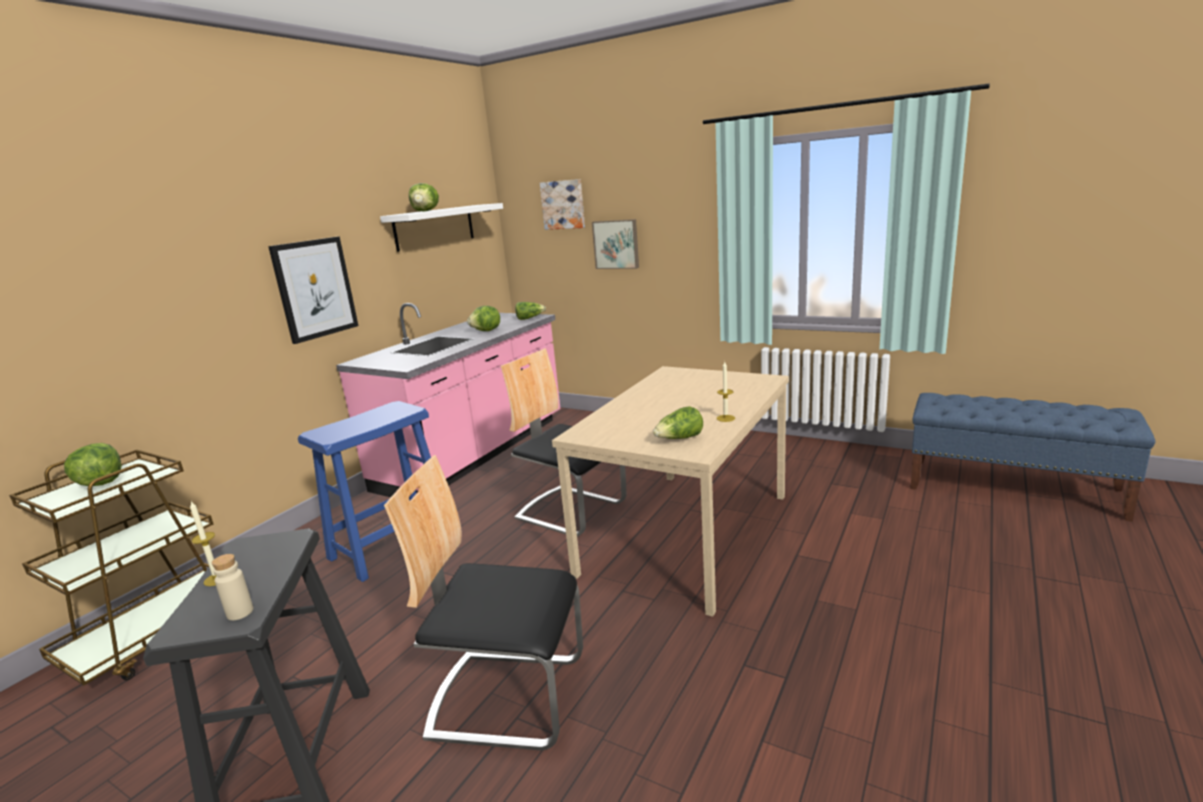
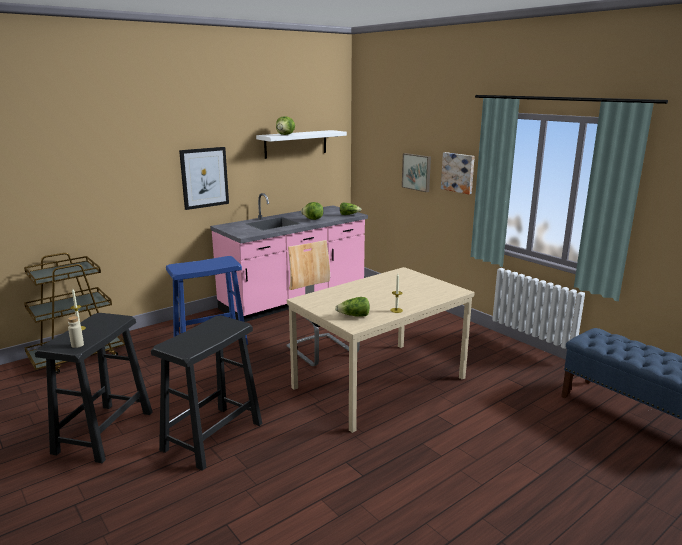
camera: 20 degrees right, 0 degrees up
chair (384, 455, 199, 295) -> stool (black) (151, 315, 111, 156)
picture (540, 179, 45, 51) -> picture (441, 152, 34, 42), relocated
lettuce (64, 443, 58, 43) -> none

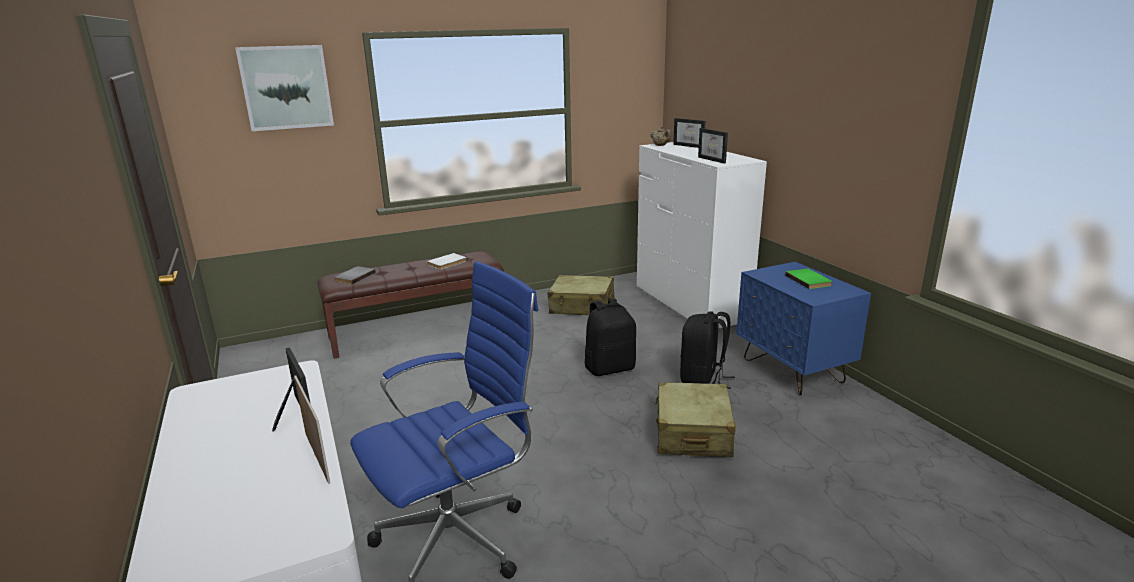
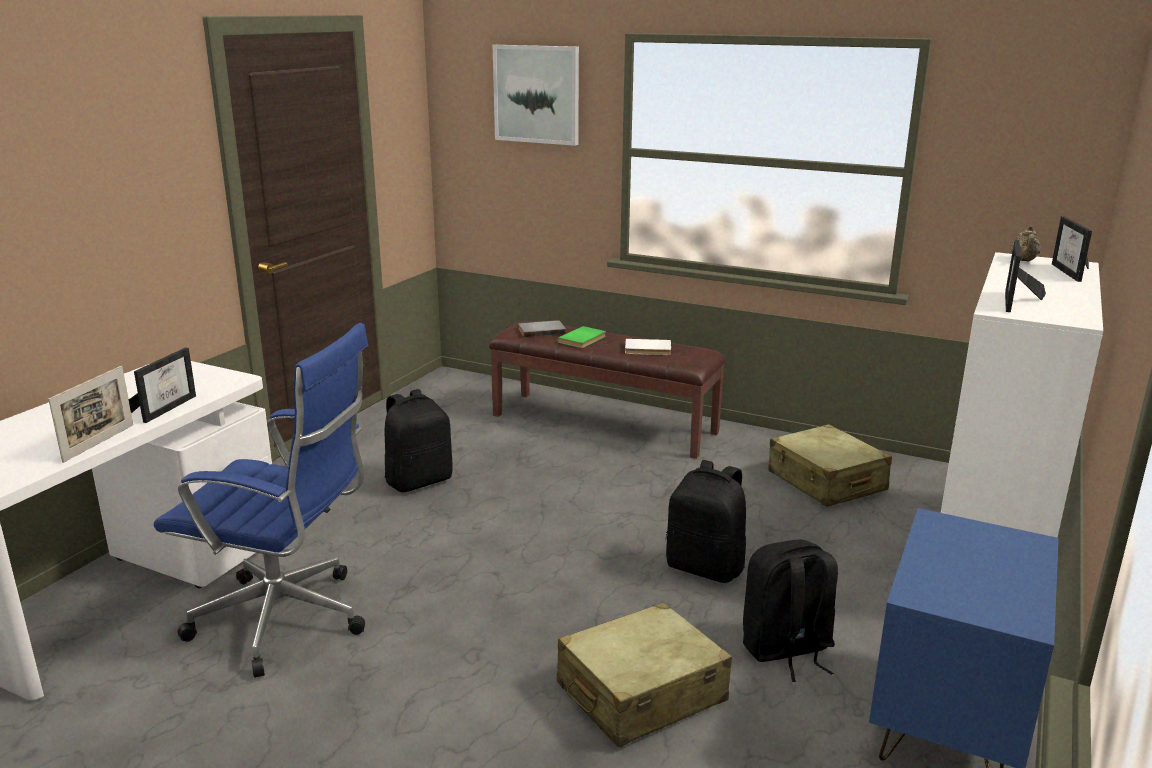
camera: 50 degrees right, 0 degrees up
none -> backpack (black) (385, 389, 68, 103)
book (green) (785, 268, 47, 21) -> book (green) (558, 326, 48, 22), relocated

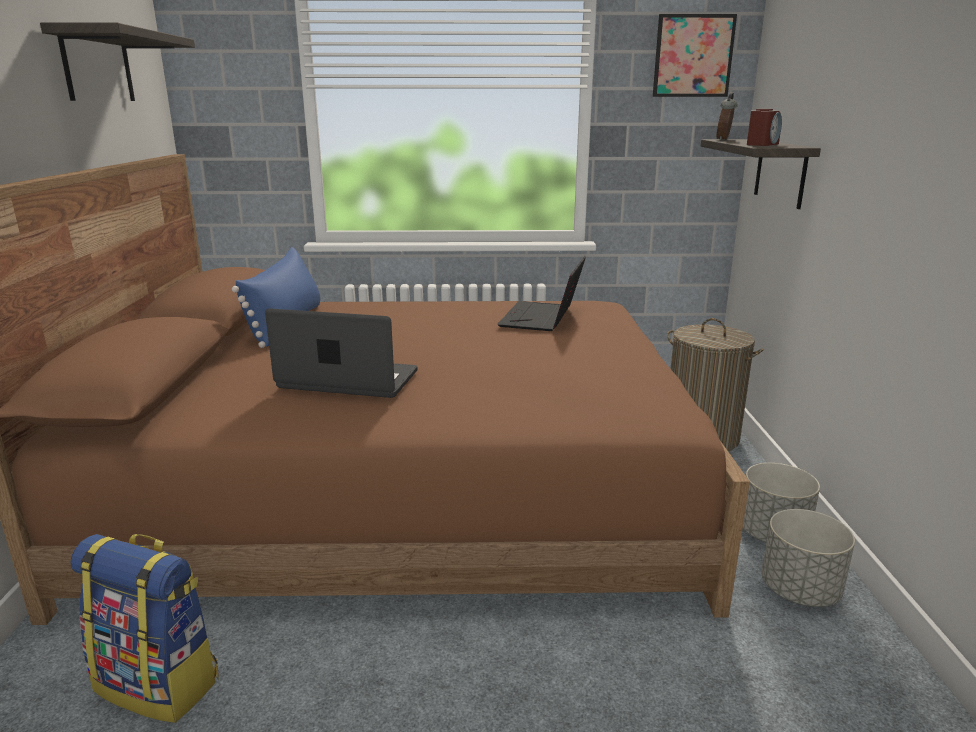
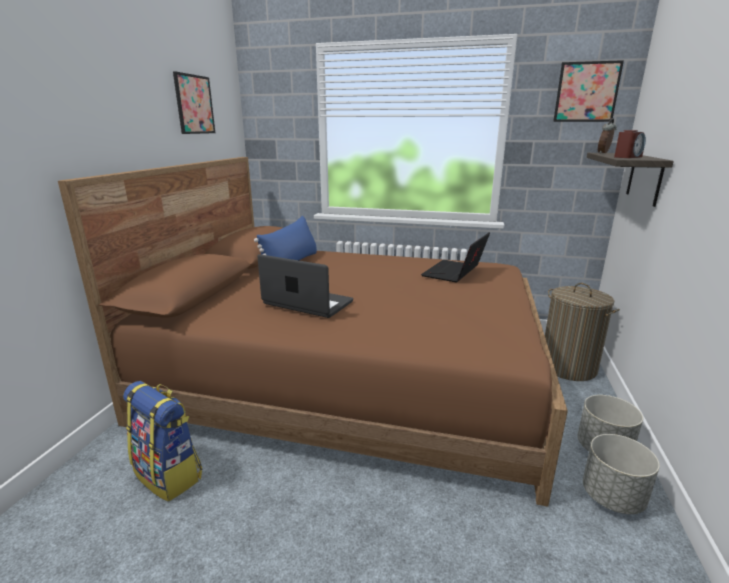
camera: 15 degrees right, 0 degrees up
shelf (40, 22, 155, 79) -> picture (173, 71, 42, 63)

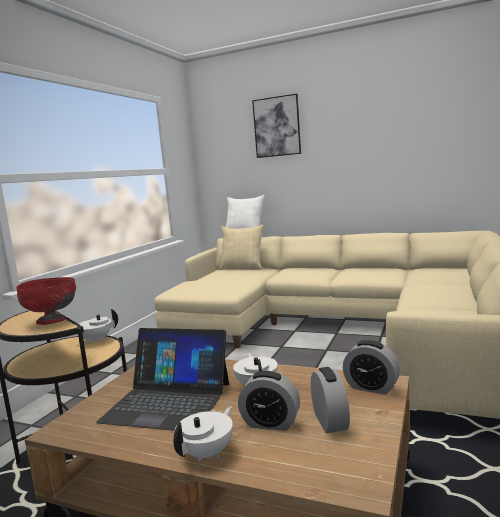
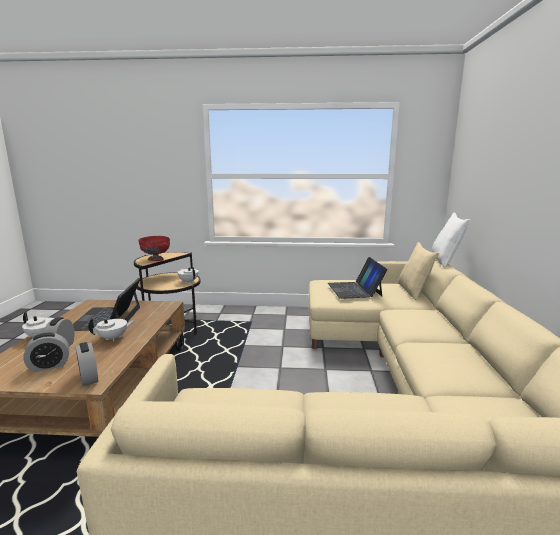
camera: 70 degrees right, 5 degrees up
alarm clock (343, 340, 57, 55) -> alarm clock (76, 342, 22, 44), 45 degrees counterclockwise
none -> laptop (328, 257, 59, 42)
picture (252, 93, 49, 65) -> none

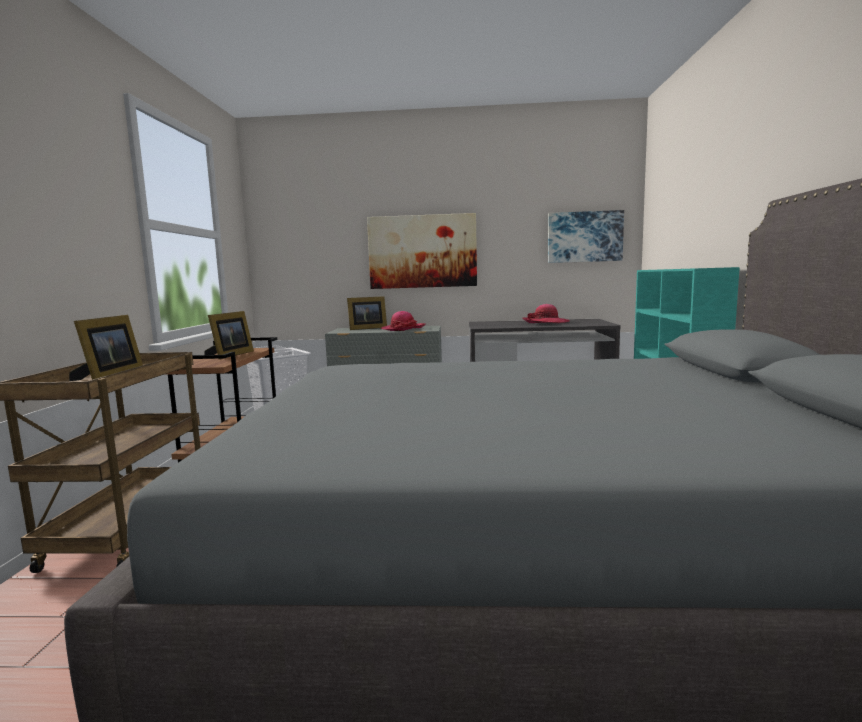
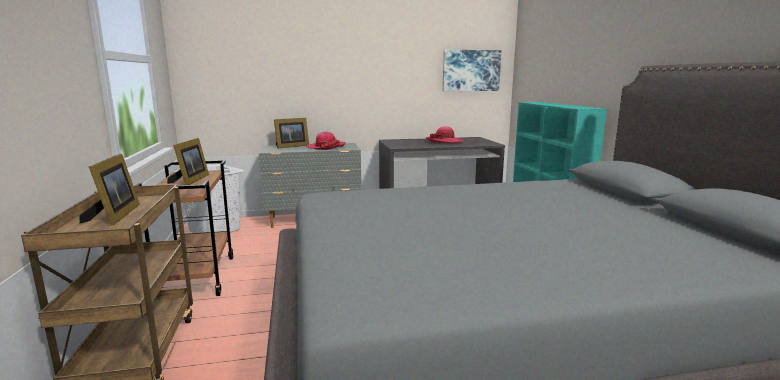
camera: 15 degrees left, 5 degrees up
picture (367, 213, 110, 76) -> none

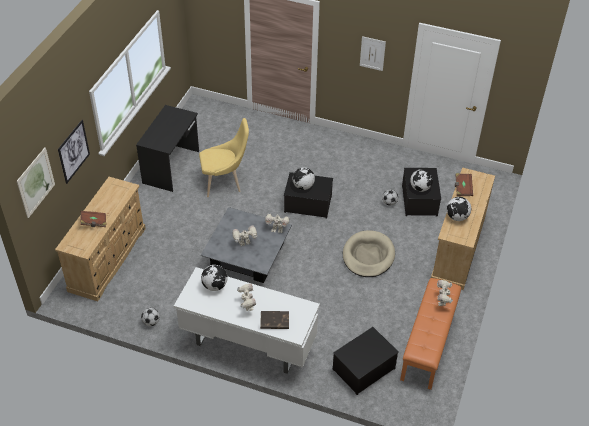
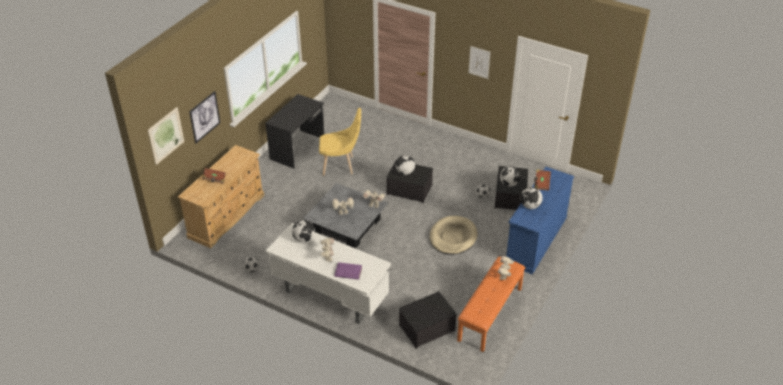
camera: 10 degrees right, 5 degrees down
book (brown) (260, 311, 29, 18) -> book (purple) (334, 262, 28, 18)
dresser (beige) (431, 167, 64, 123) -> dresser (blue) (506, 167, 68, 107)

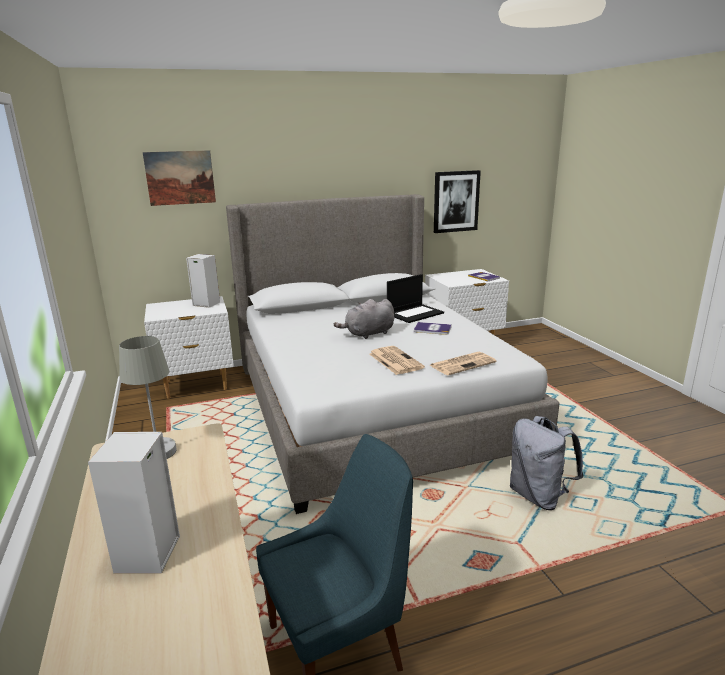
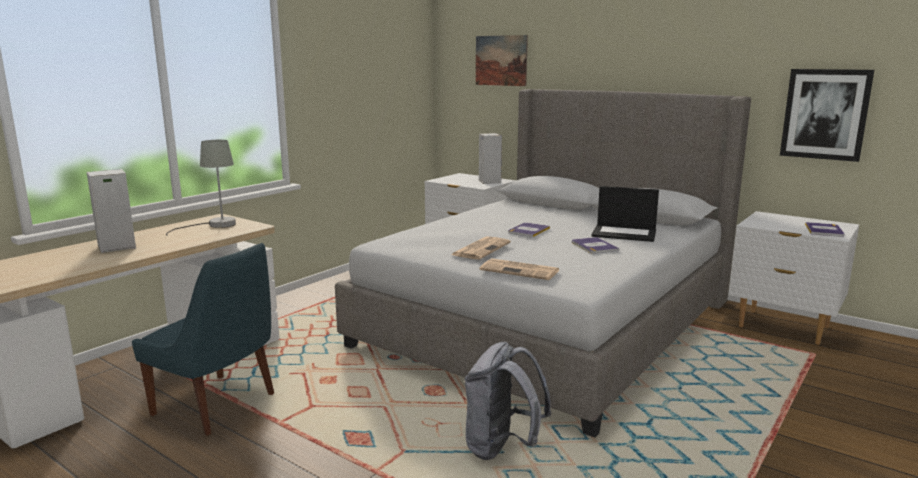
camera: 55 degrees right, 5 degrees down
plush toy (grey) (334, 299, 60, 40) -> book (508, 223, 42, 14)

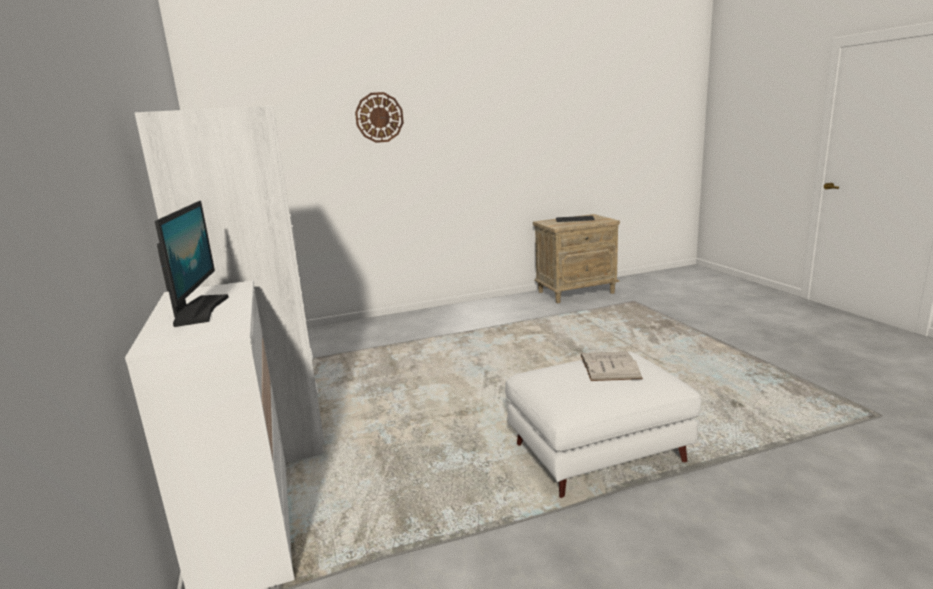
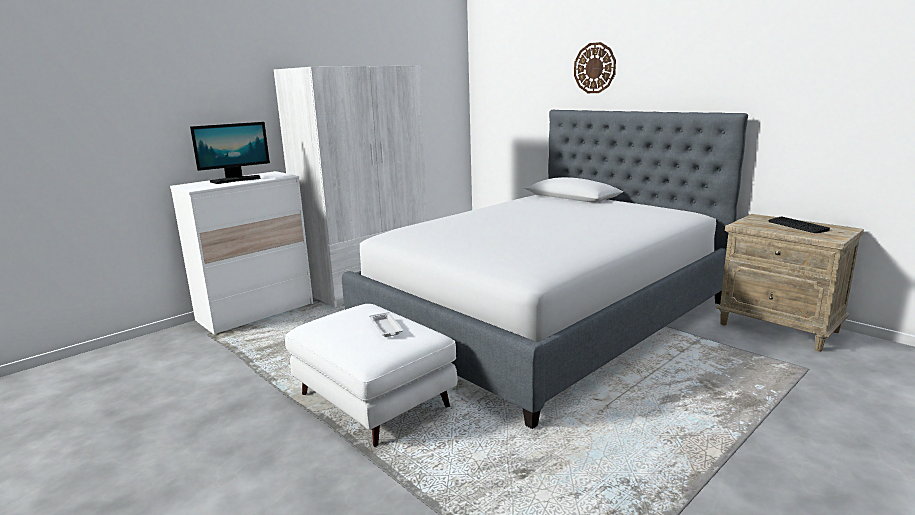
camera: 65 degrees right, 0 degrees up
none -> bed (342, 110, 406, 319)
book (white) (580, 352, 63, 29) -> tray (white) (369, 312, 34, 25)

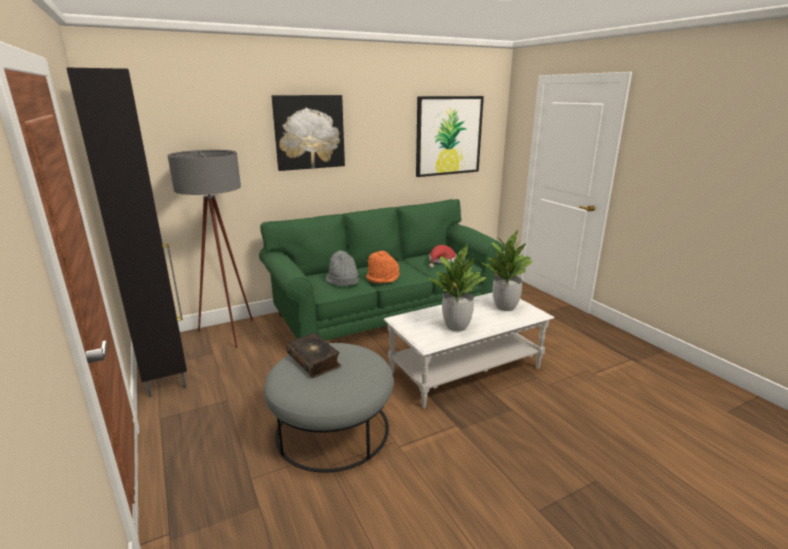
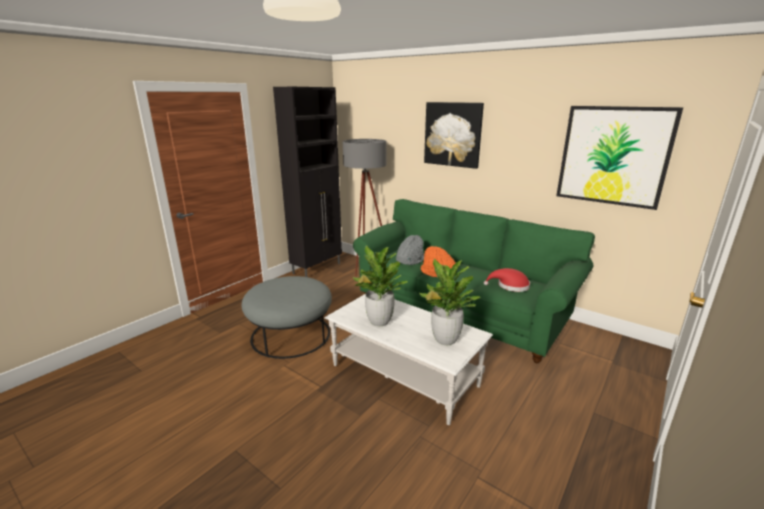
camera: 65 degrees right, 0 degrees up
book (286, 333, 55, 45) -> none

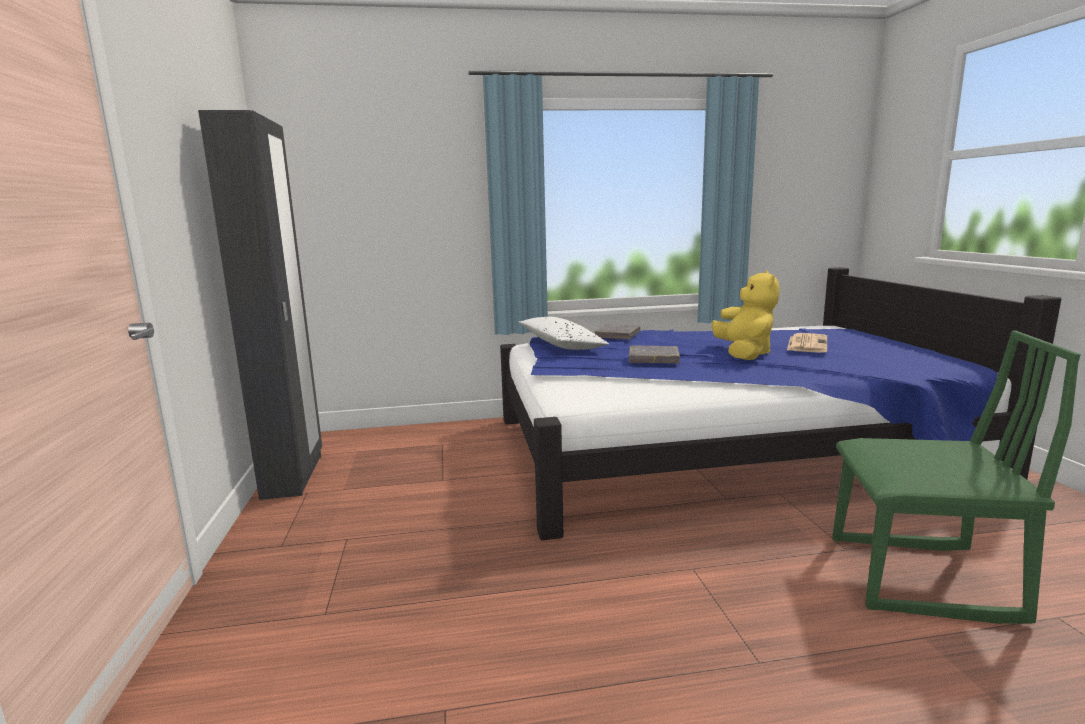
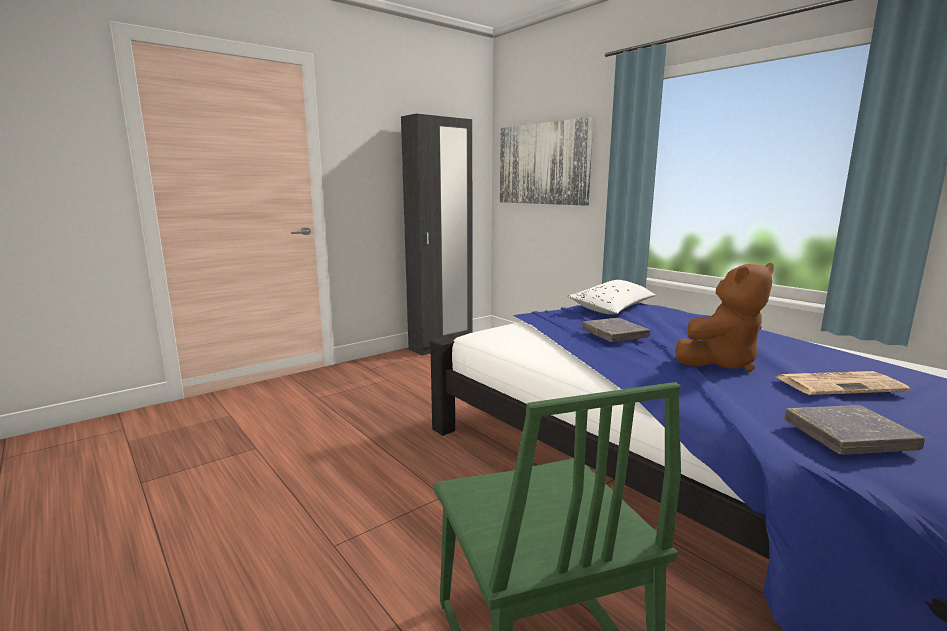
camera: 60 degrees right, 0 degrees up
none -> picture (500, 117, 93, 89)
plush toy (yellow) (712, 270, 68, 90) -> plush toy (brown) (675, 263, 99, 109)
book (grey) (594, 324, 46, 16) -> book (grey) (784, 405, 141, 50), relocated

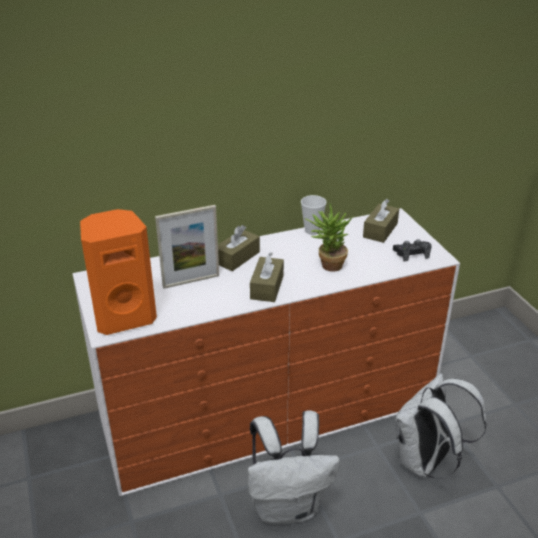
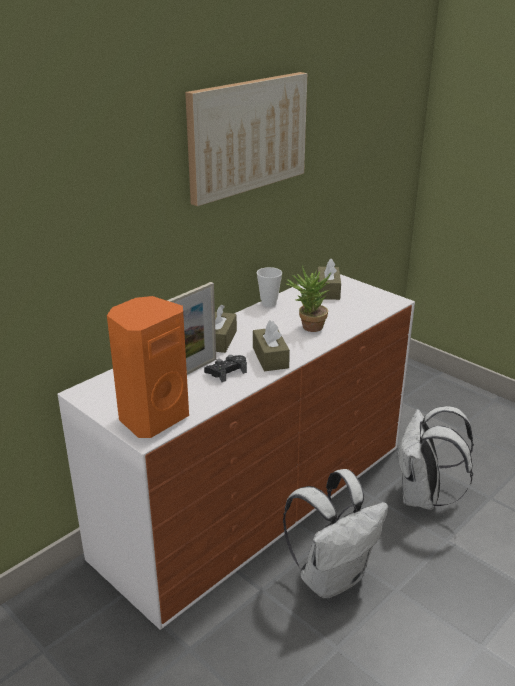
camera: 25 degrees left, 5 degrees down
none -> picture (185, 72, 122, 134)
game controller (black) (393, 240, 39, 21) -> game controller (black) (204, 355, 43, 27), relocated

